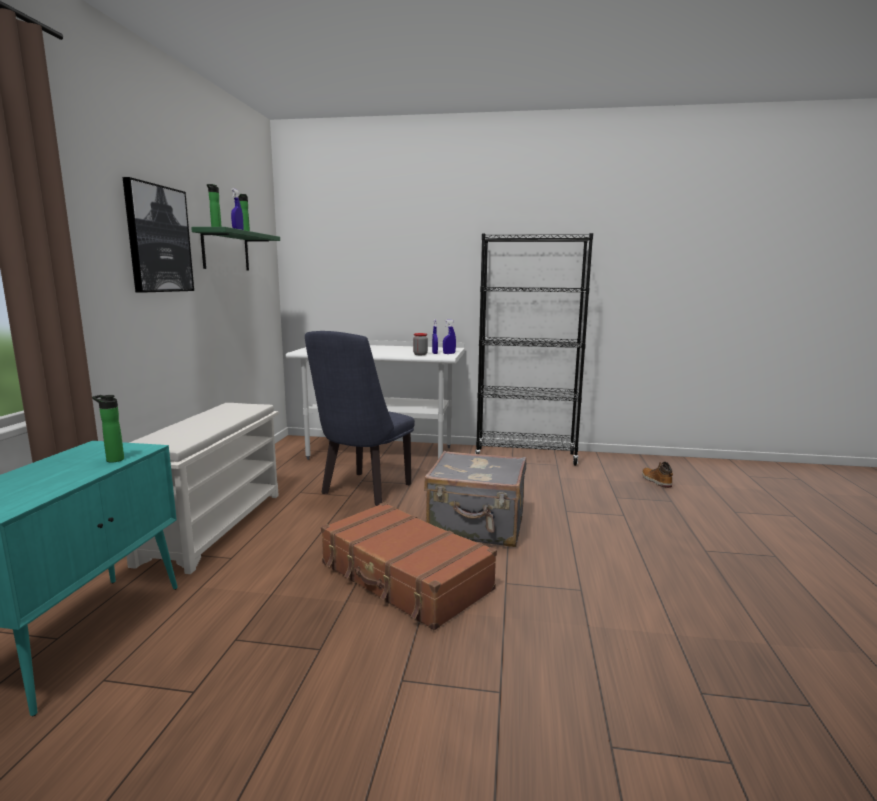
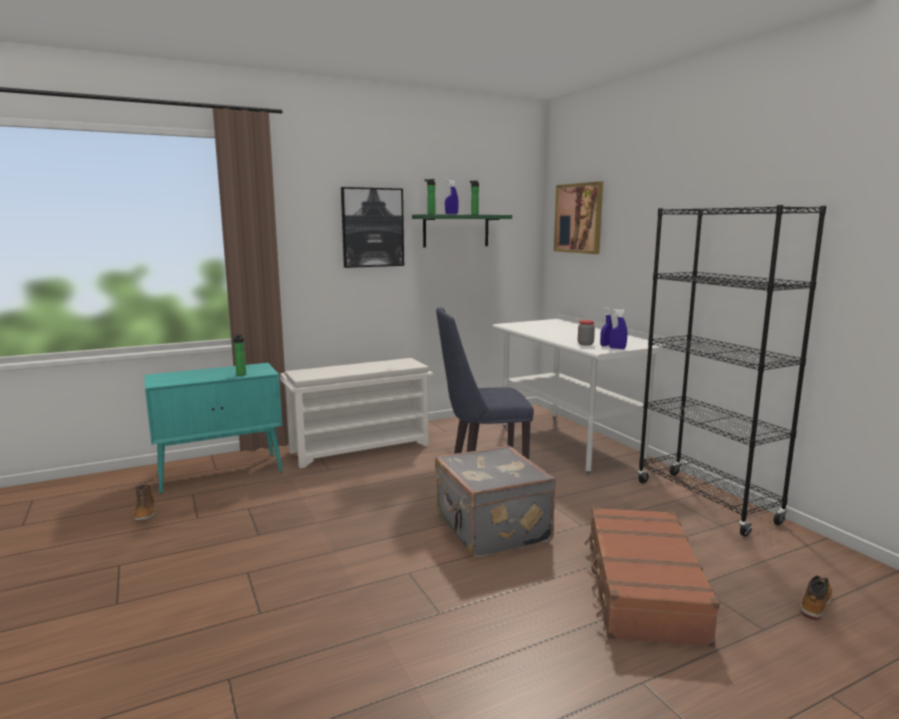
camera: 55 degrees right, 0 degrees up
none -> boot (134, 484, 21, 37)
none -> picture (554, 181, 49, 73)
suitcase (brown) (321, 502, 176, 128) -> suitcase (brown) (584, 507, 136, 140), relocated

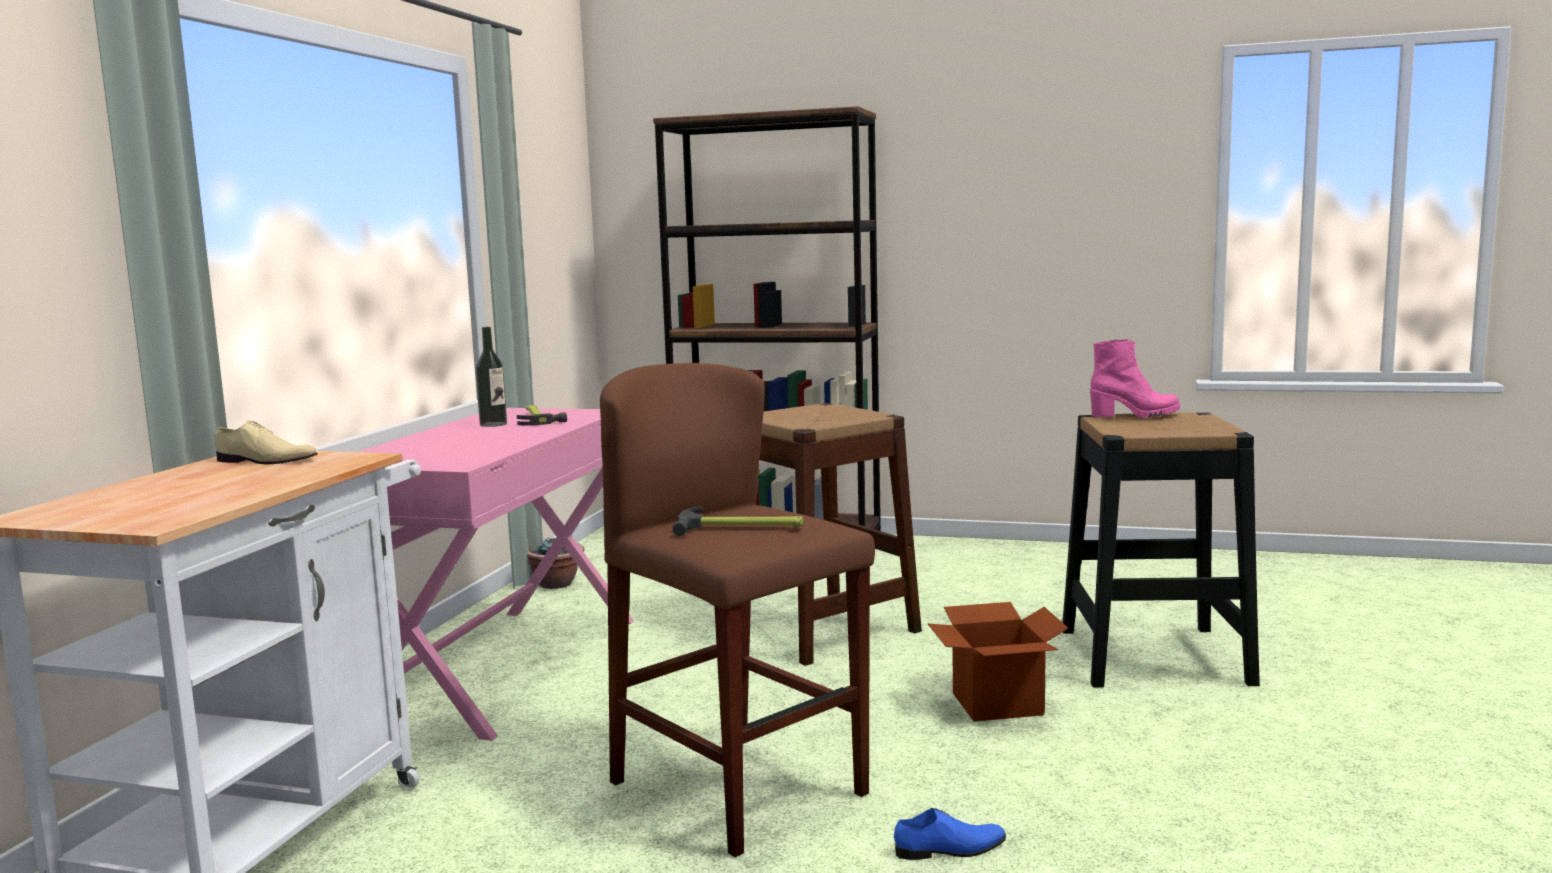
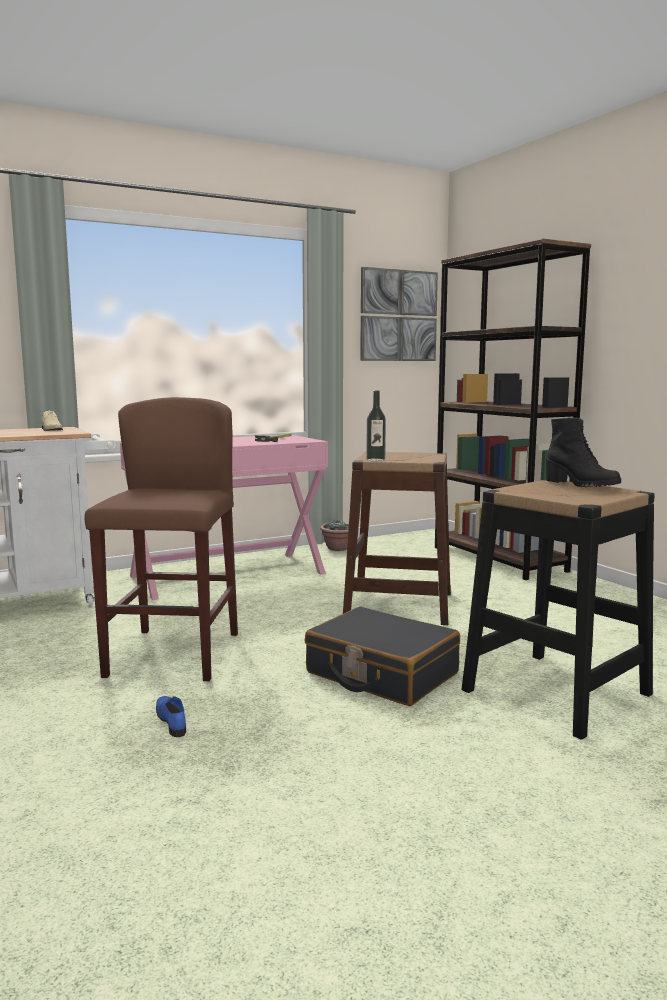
camera: 45 degrees right, 0 degrees up
shoe (blue) (894, 808, 112, 52) -> shoe (blue) (156, 696, 30, 41), 150 degrees counterclockwise
cardboard box (928, 602, 141, 120) -> suitcase (black) (305, 606, 155, 100)
none -> picture (360, 267, 78, 94)
bottle (475, 327, 32, 100) -> bottle (366, 391, 20, 70), relocated
boot (pink) (1090, 339, 90, 79) -> boot (black) (546, 417, 75, 70)
hammer (673, 506, 130, 30) -> none

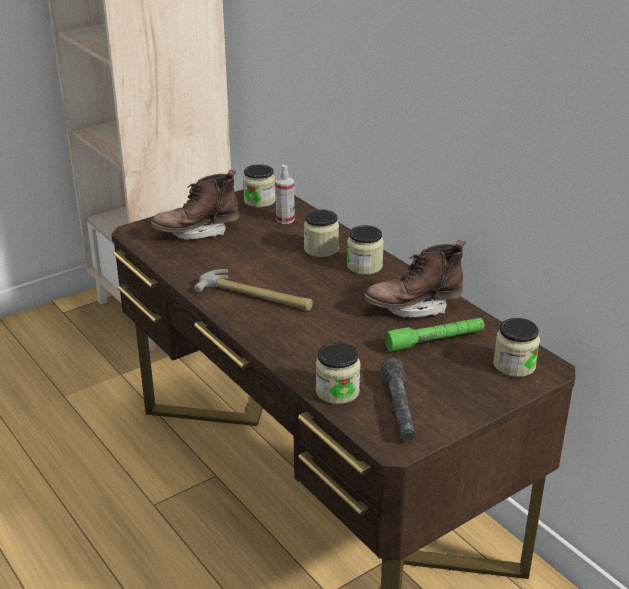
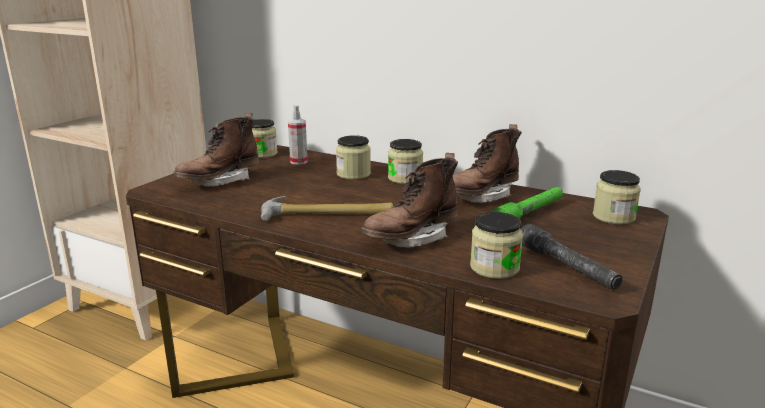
camera: 25 degrees left, 10 degrees down
none -> boot (brown) (361, 153, 97, 95)

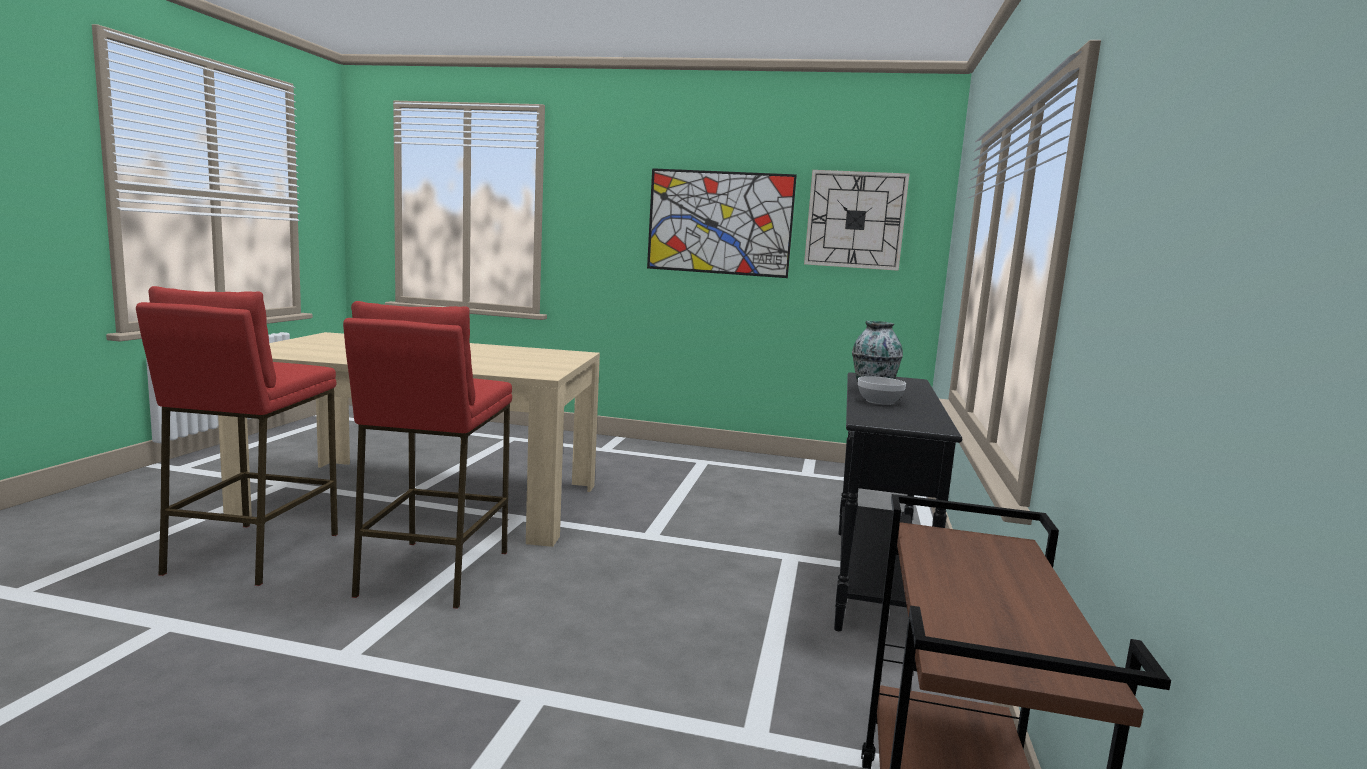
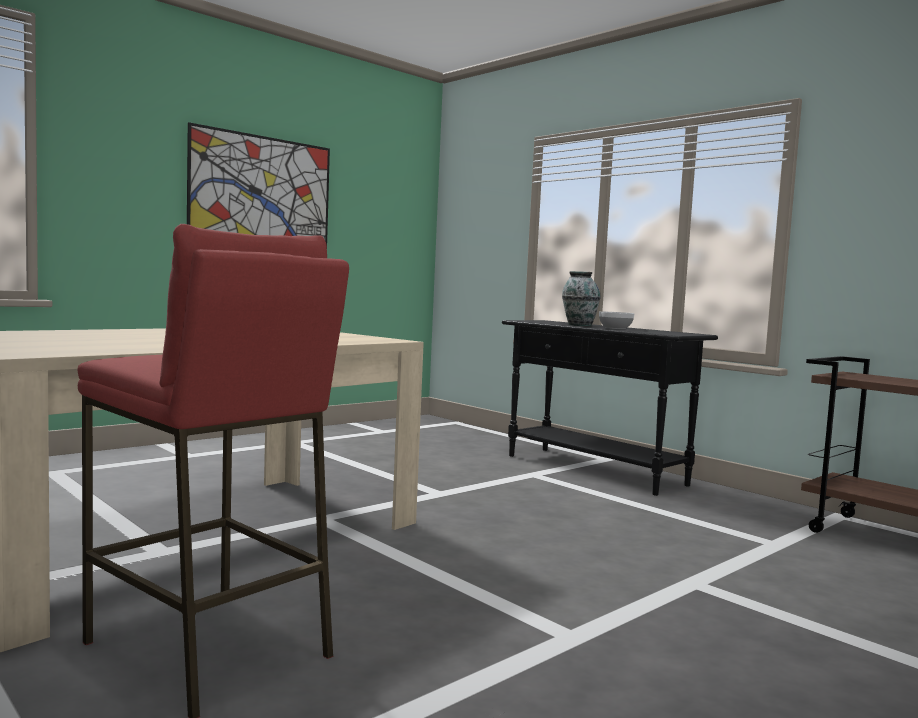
camera: 55 degrees left, 5 degrees down
stool (red) (343, 301, 169, 308) -> none
wall clock (804, 170, 105, 101) -> none

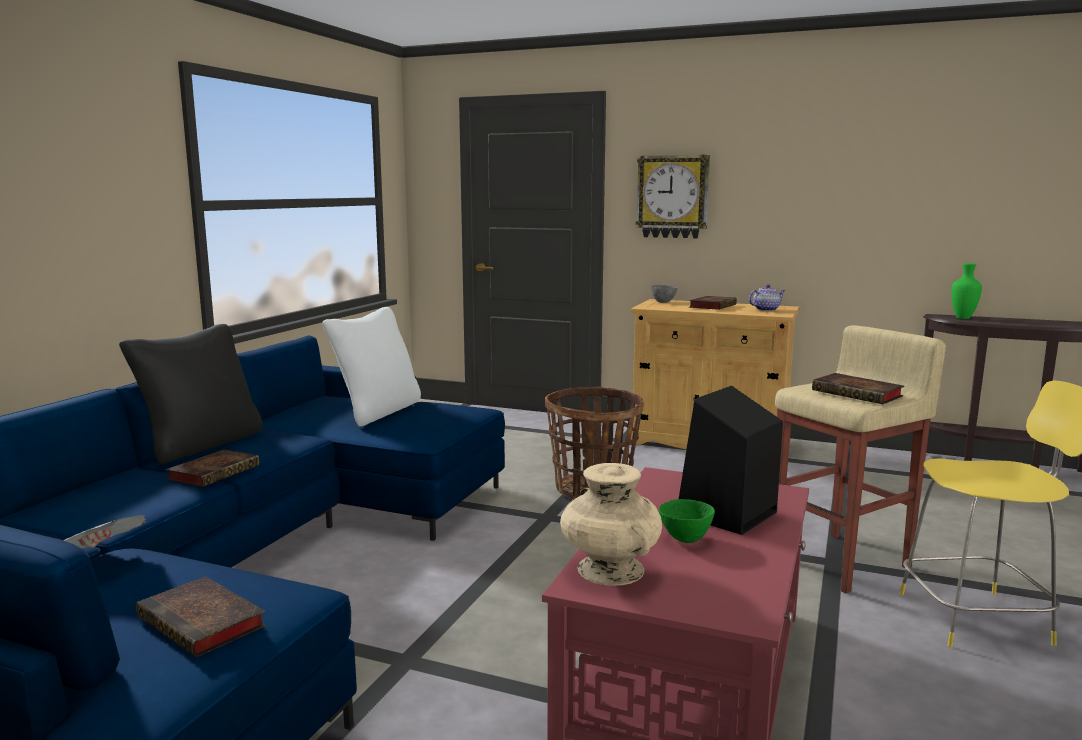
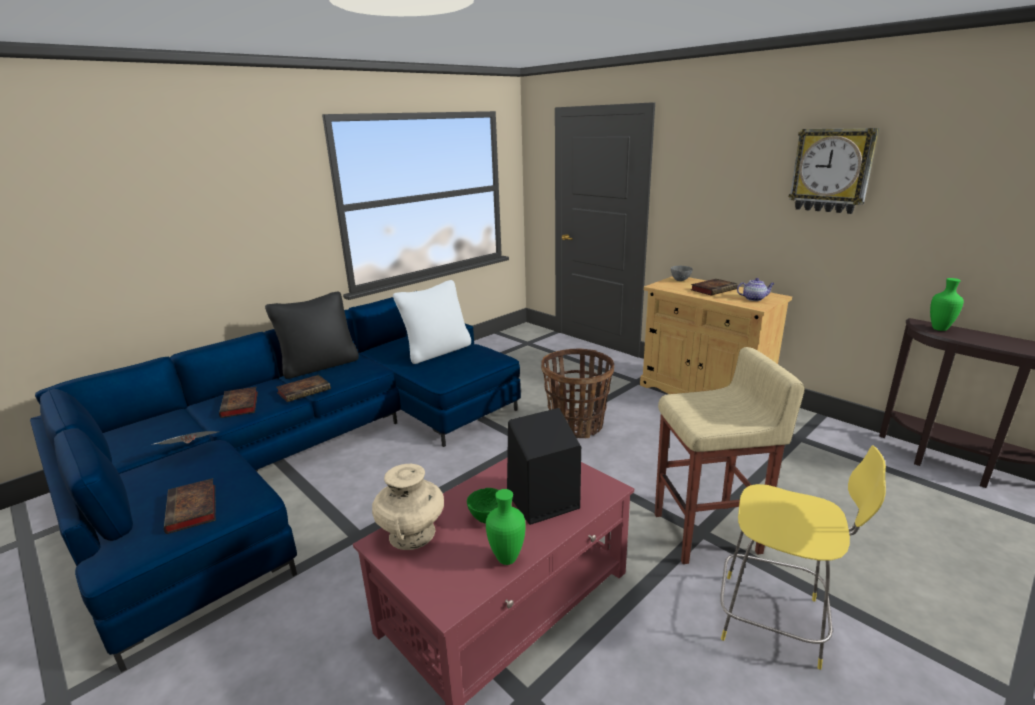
camera: 25 degrees right, 10 degrees up
book (812, 373, 93, 31) -> book (219, 387, 39, 31), relocated
none -> vase (green) (486, 489, 40, 76)
wall clock (636, 155, 74, 83) -> wall clock (789, 128, 90, 86), relocated

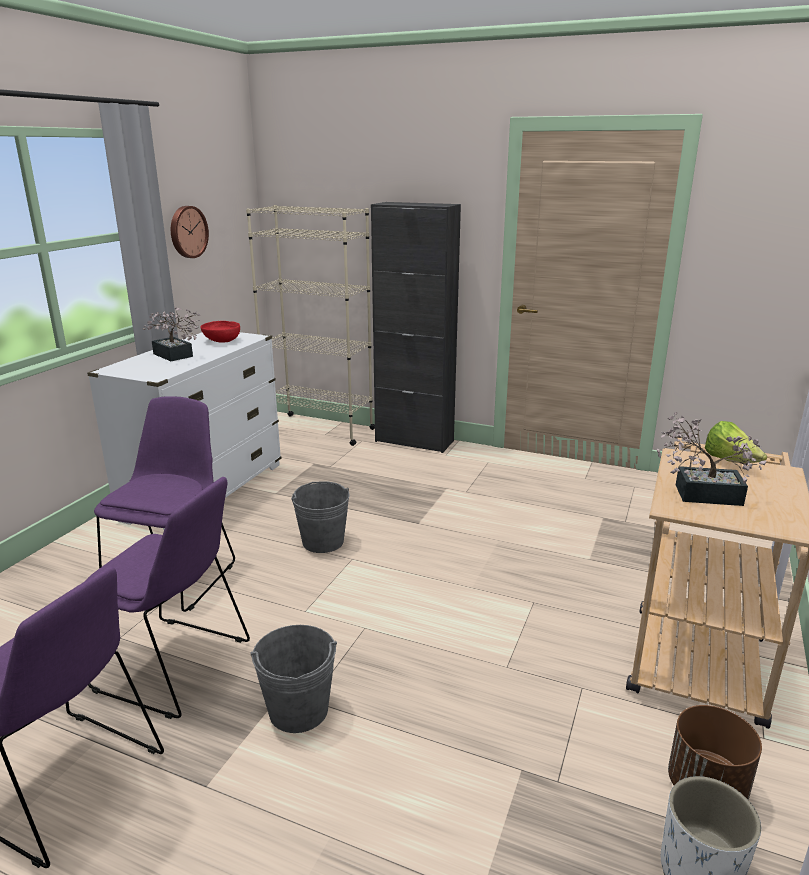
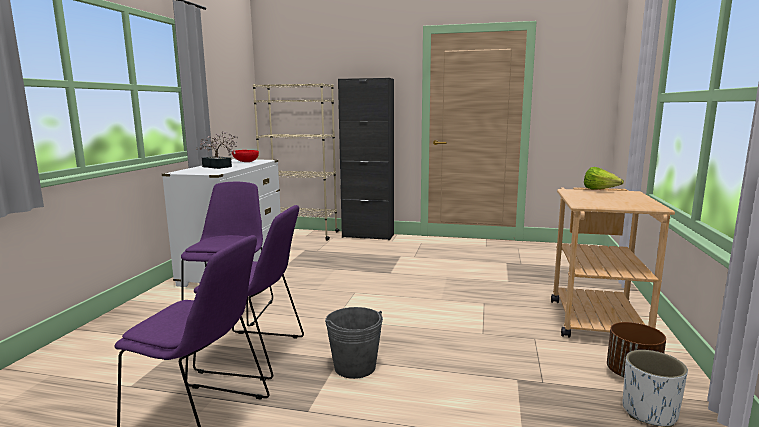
camera: 10 degrees left, 10 degrees down
wall clock (171, 206, 38, 52) -> none
bucket (grey) (291, 481, 59, 72) -> none
potted plant (657, 412, 109, 94) -> none

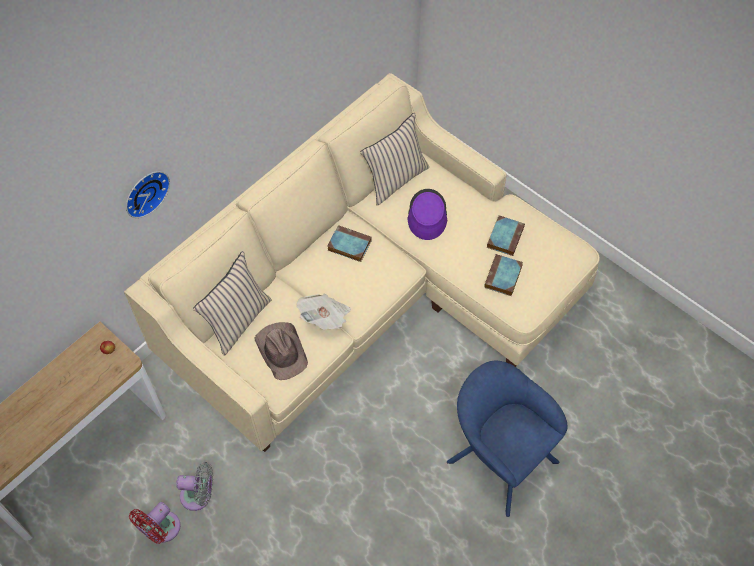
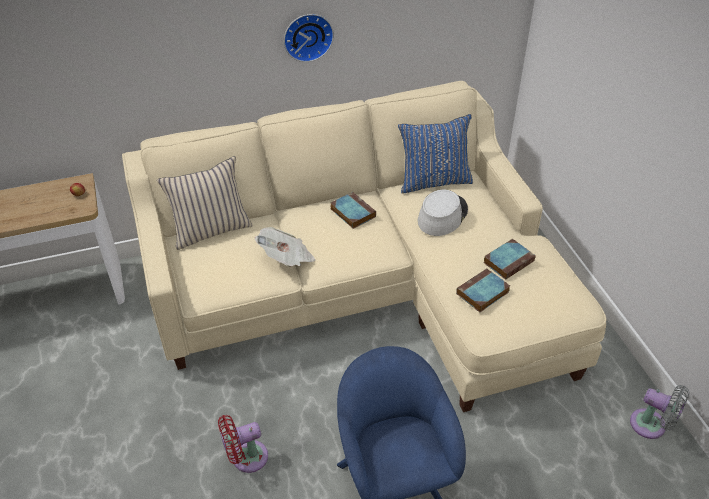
camera: 30 degrees right, 15 degrees down
fan (red) (129, 502, 52, 42) -> fan (red) (218, 415, 50, 58), relocated
wall clock (126, 171, 44, 47) -> wall clock (284, 14, 50, 48), relocated
pillow (beige) (361, 113, 68, 93) -> pillow (blue) (398, 114, 75, 80)
hat (purple) (407, 189, 40, 51) -> hat (grey) (417, 190, 51, 46)
fan (grey) (176, 462, 37, 49) -> fan (grey) (630, 385, 59, 54), relocated
hat (brown) (254, 322, 54, 58) -> none

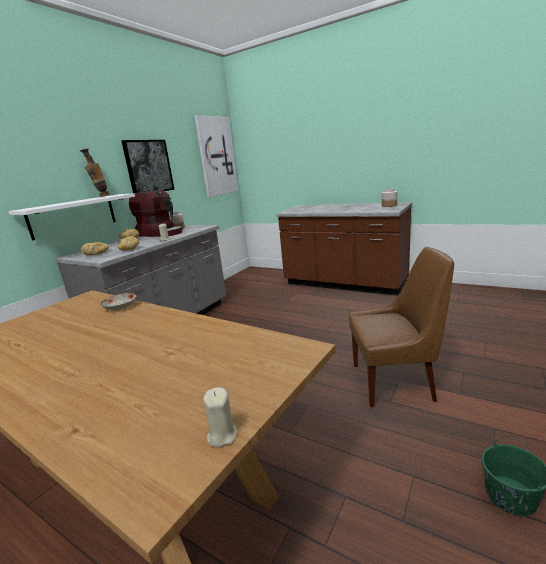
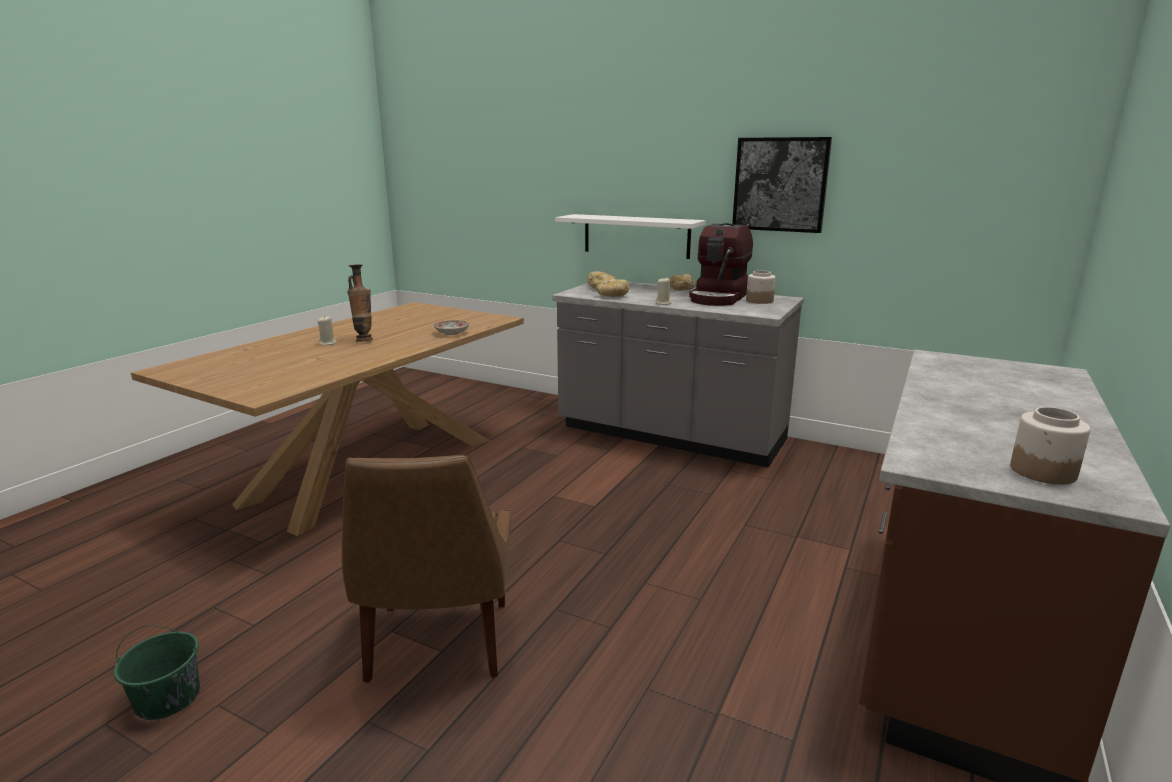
camera: 85 degrees right, 0 degrees up
candle (beige) (203, 387, 34, 60) -> candle (beige) (317, 315, 20, 30), relocated
vase (80, 148, 30, 49) -> vase (347, 264, 26, 78), relocated
picture (194, 115, 44, 82) -> none

